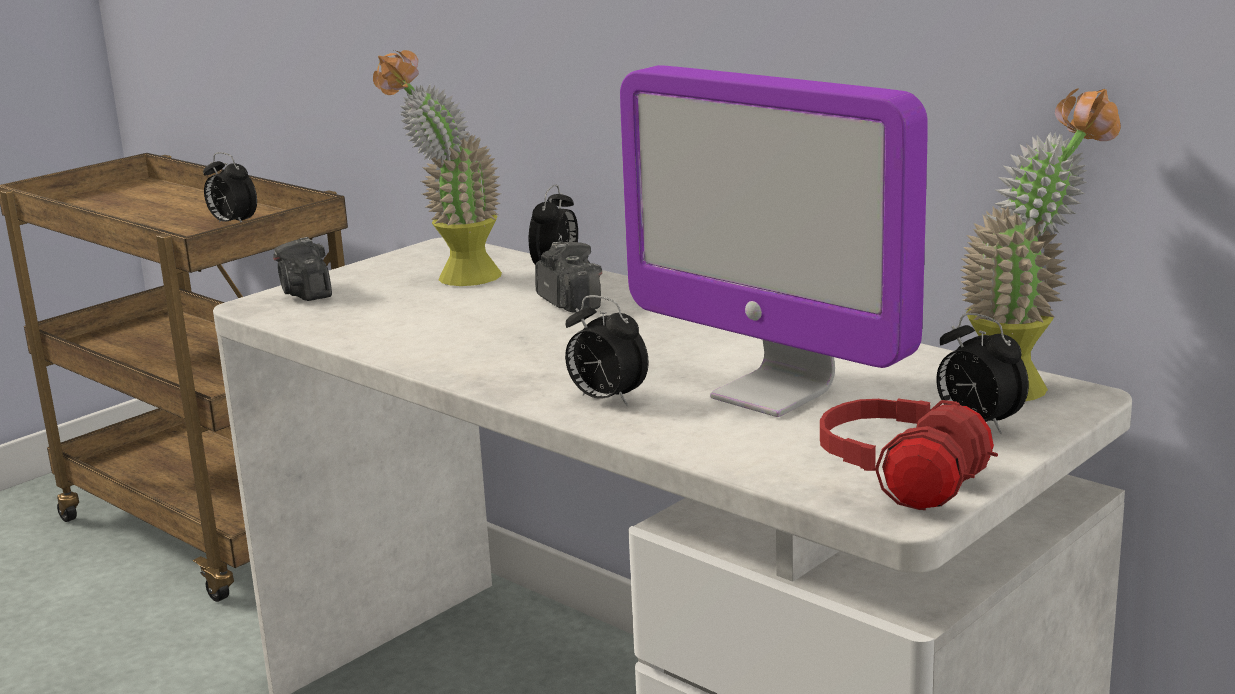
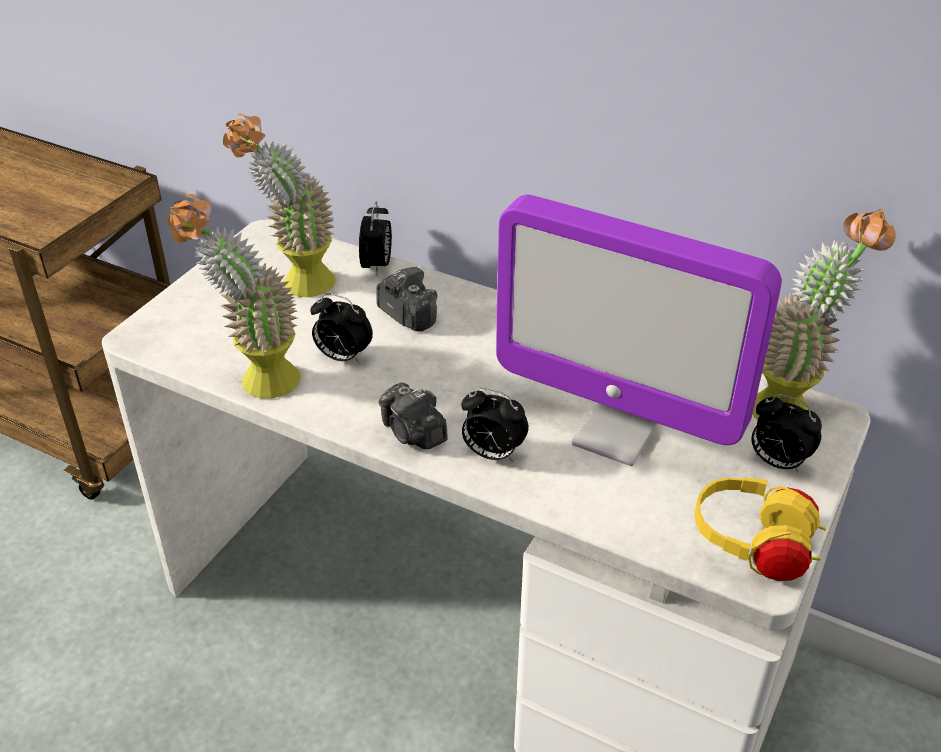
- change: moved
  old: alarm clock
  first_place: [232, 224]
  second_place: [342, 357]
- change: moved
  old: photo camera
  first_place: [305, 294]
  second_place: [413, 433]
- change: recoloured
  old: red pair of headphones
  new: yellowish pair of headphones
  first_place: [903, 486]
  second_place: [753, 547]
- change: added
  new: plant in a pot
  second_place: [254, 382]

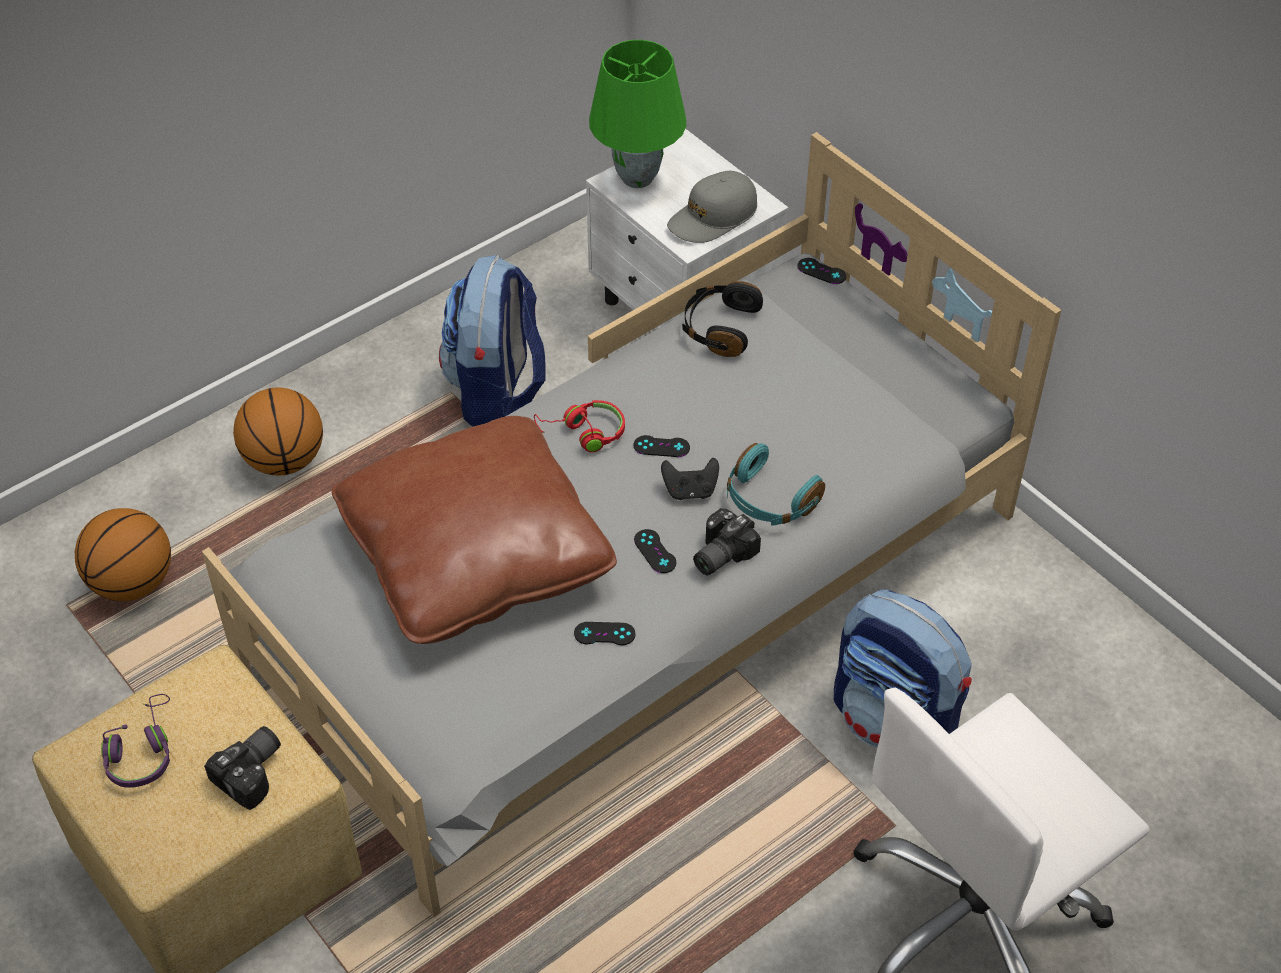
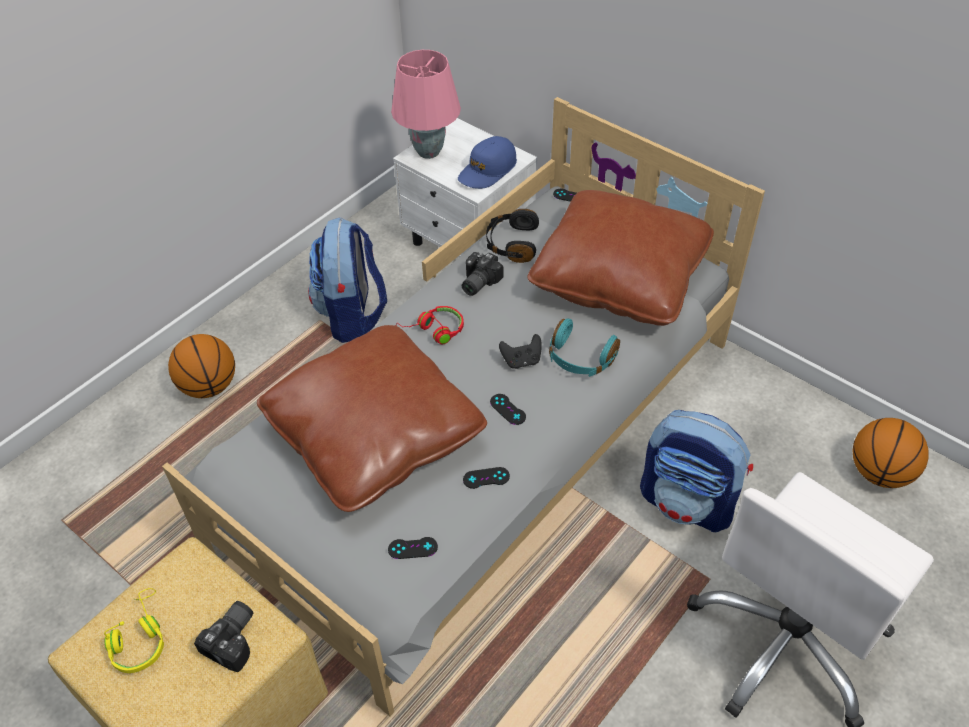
- change: moved
  old: basketball ball
  first_place: [132, 583]
  second_place: [879, 472]
- change: recoloured
  old: purple-coloured pair of headphones
  new: yellowish pair of headphones
  first_place: [142, 752]
  second_place: [139, 639]
- change: recoloured
  old: green-coloured table lamp
  new: pink table lamp
  first_place: [638, 178]
  second_place: [429, 152]
- change: moved
  old: black-coloured game controller
  first_place: [661, 446]
  second_place: [412, 548]
- change: recoloured
  old: gray cap
  new: bluish cap
  first_place: [713, 217]
  second_place: [487, 170]
- change: moved
  old: photo camera
  first_place: [719, 553]
  second_place: [477, 282]
- change: added
  new: brownish throw pillow
  second_place: [619, 277]

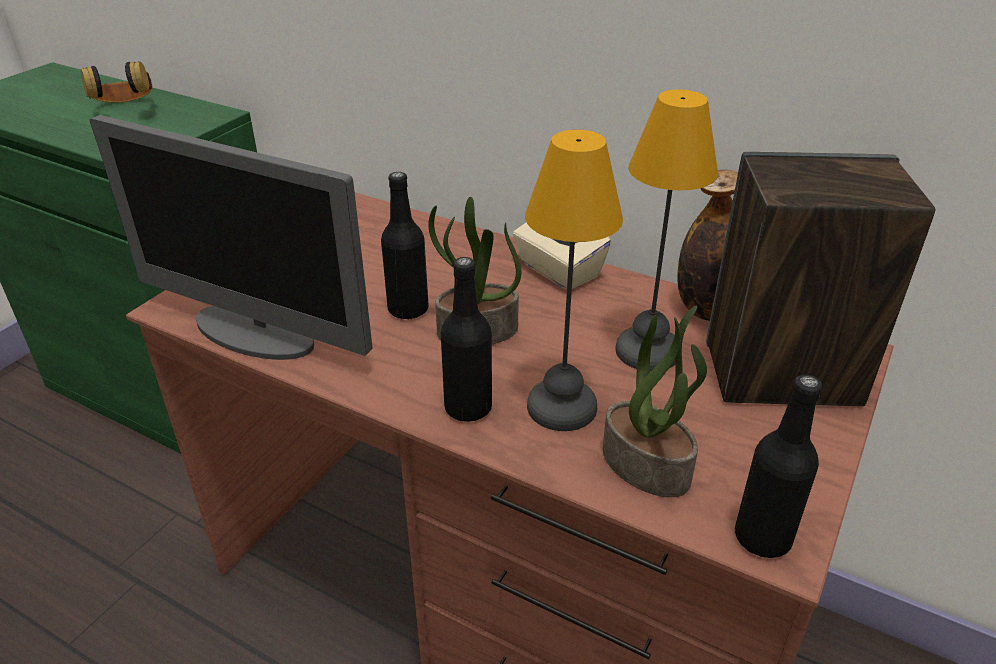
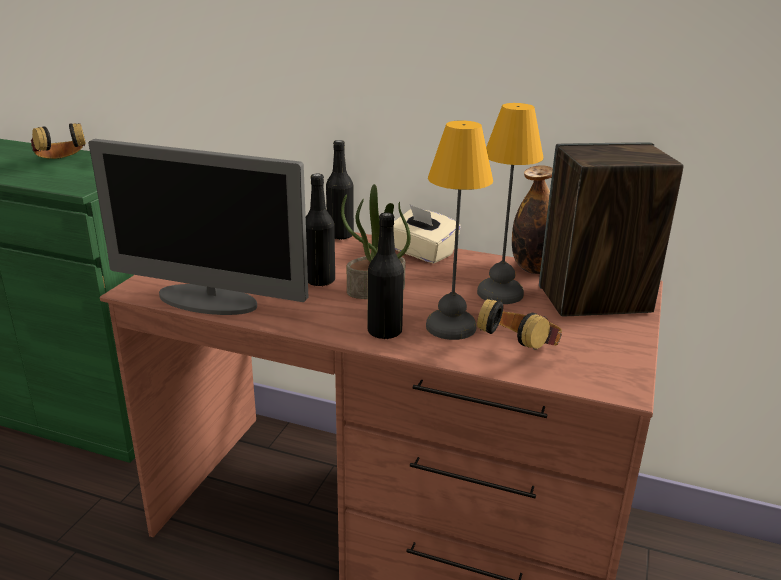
- change: replaced
  old: plant in a pot
  new: pair of headphones
  first_place: [647, 465]
  second_place: [520, 353]
- change: moved
  old: black-coloured bottle
  first_place: [762, 537]
  second_place: [340, 235]

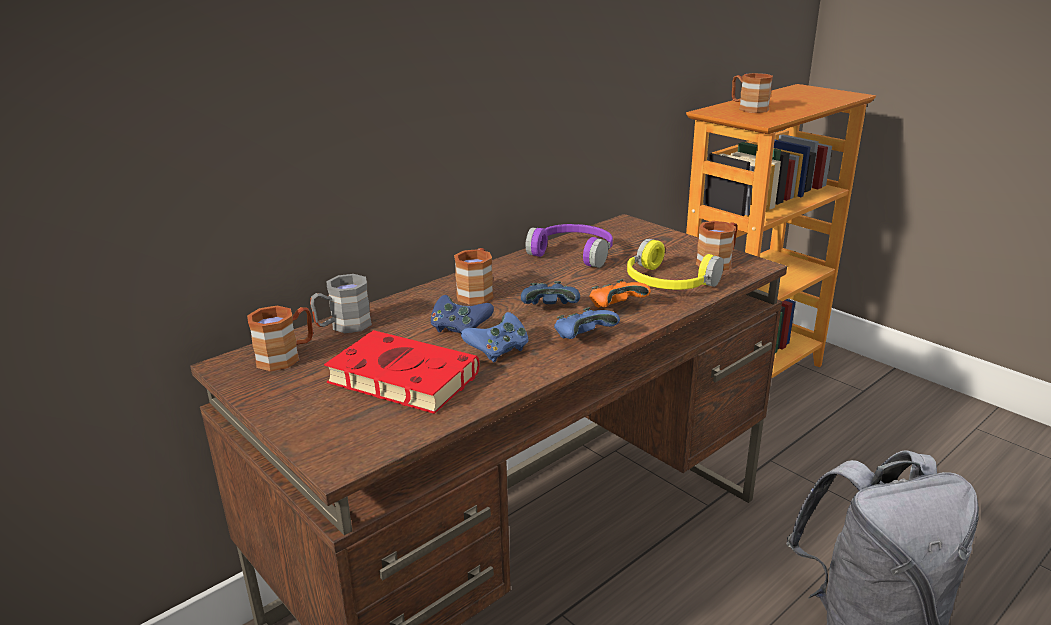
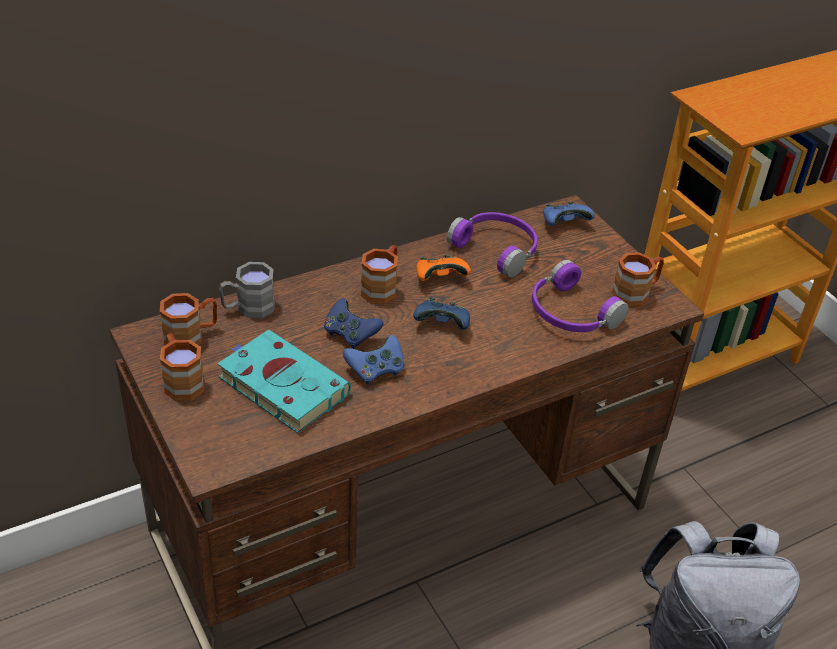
- change: recoloured
  old: red volume
  new: blue-green volume
  first_place: [399, 378]
  second_place: [280, 384]
- change: moved
  old: bluish game controller
  first_place: [583, 338]
  second_place: [564, 224]
- change: moved
  old: orange game controller
  first_place: [616, 308]
  second_place: [440, 279]
- change: recoloured
  old: yellowish pair of headphones
  new: purple-coloured pair of headphones
  first_place: [667, 283]
  second_place: [569, 313]
- change: moved
  old: brownish coffee mug
  first_place: [748, 108]
  second_place: [181, 380]

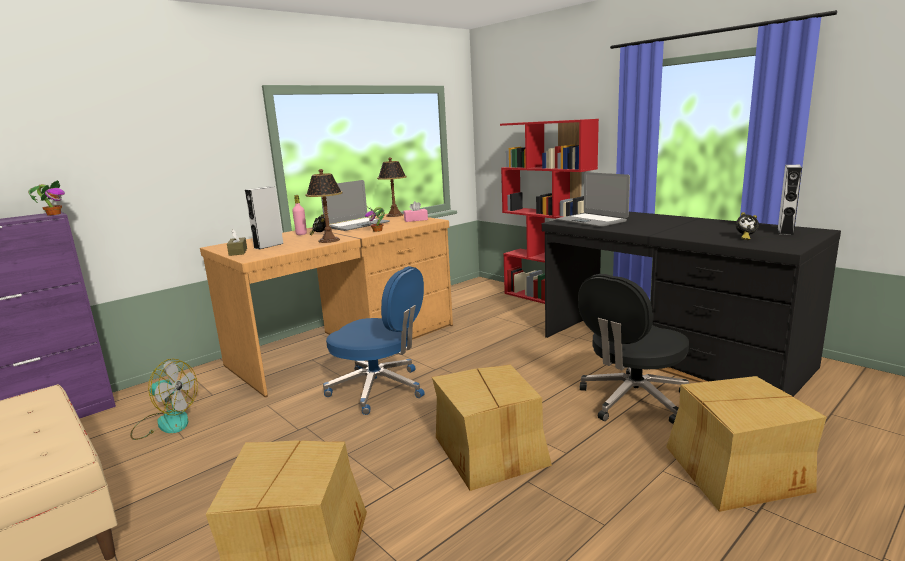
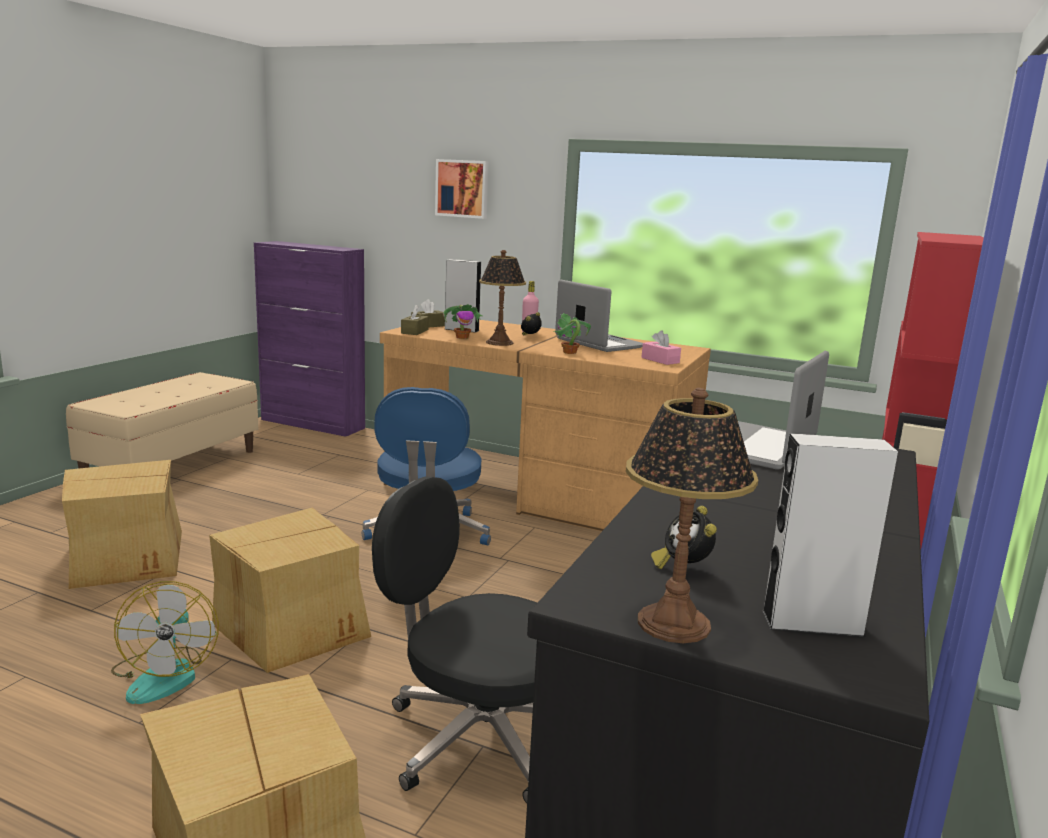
- change: moved
  old: plant in a pot
  first_place: [54, 214]
  second_place: [462, 337]
- change: moved
  old: cooling fan
  first_place: [165, 422]
  second_place: [165, 674]
- change: turned
  old: portable computer
  first_place: [357, 225]
  second_place: [599, 343]
  degrees: -150
- change: moved
  old: table lamp
  first_place: [395, 215]
  second_place: [674, 624]
- change: added
  new: brownish tissue box
  second_place: [414, 331]
- change: added
  new: picture
  second_place: [462, 188]

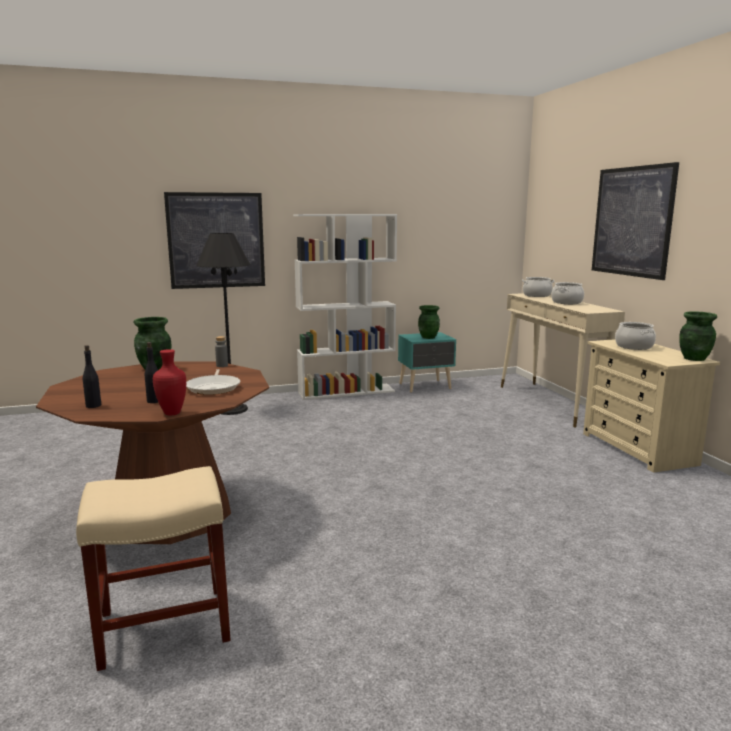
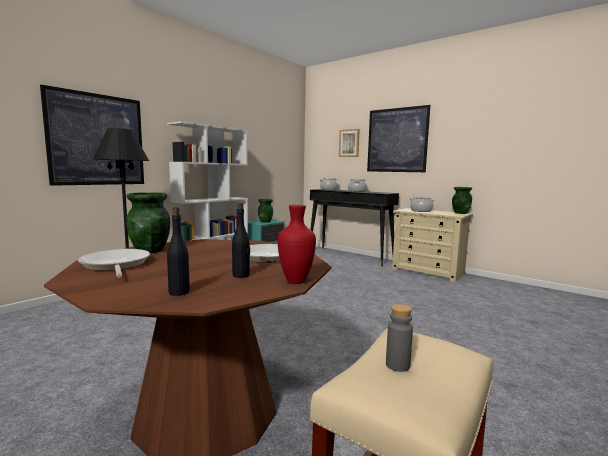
- change: moved
  old: gray bottle
  first_place: [222, 365]
  second_place: [397, 365]
- change: recoloured
  old: beige console table
  new: black-coloured console table
  first_place: [552, 403]
  second_place: [349, 256]
- change: added
  new: pan
  second_place: [115, 265]
- change: added
  new: picture
  second_place: [349, 143]

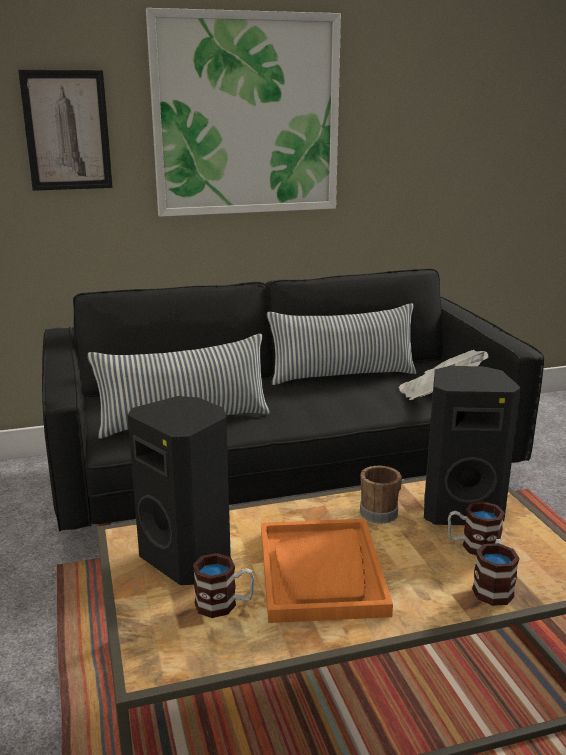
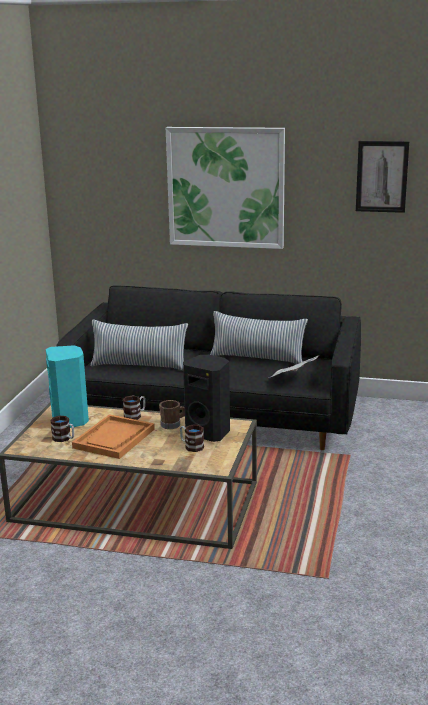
- change: moved
  old: picture
  first_place: [67, 131]
  second_place: [382, 176]
- change: recoloured
  old: black-coloured loudspeaker
  new: blue-green loudspeaker
  first_place: [189, 558]
  second_place: [70, 421]
- change: moved
  old: coffee mug
  first_place: [493, 587]
  second_place: [135, 415]

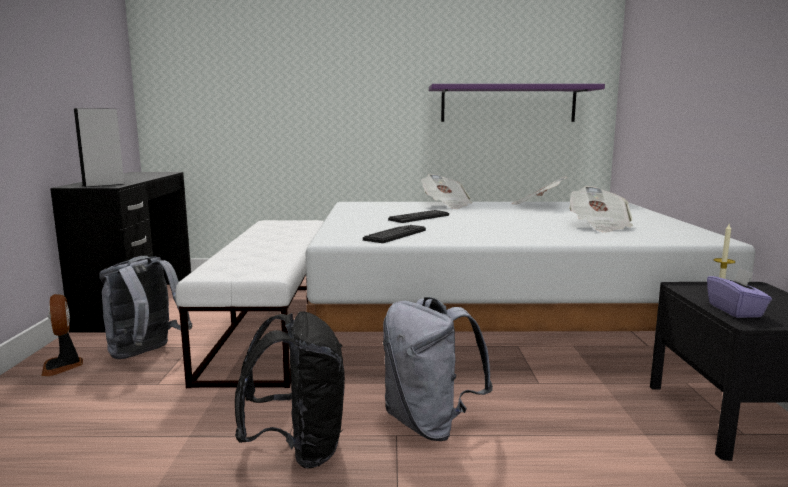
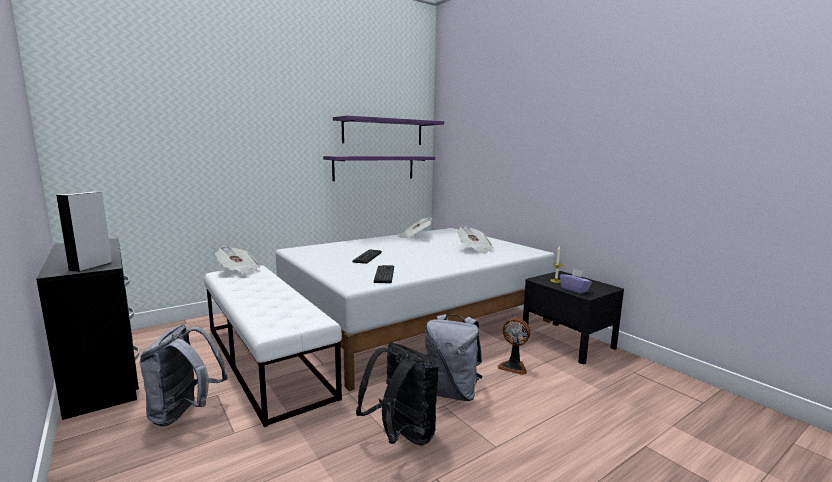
- change: moved
  old: cooling fan
  first_place: [63, 366]
  second_place: [513, 366]
- change: moved
  old: newspaper
  first_place: [446, 205]
  second_place: [239, 271]
- change: added
  new: purple-coloured wall shelf
  second_place: [383, 132]

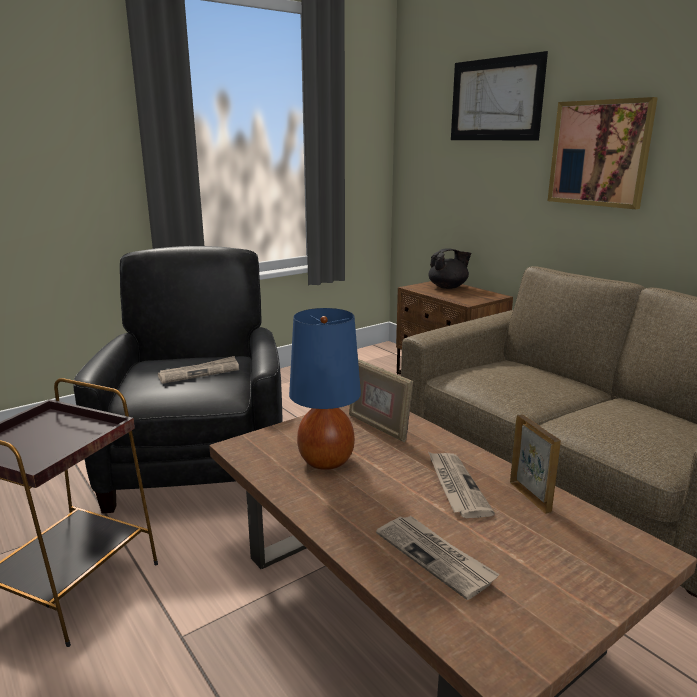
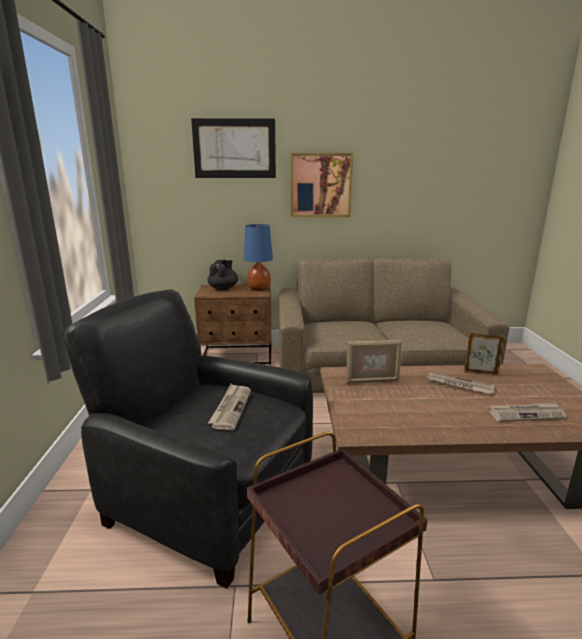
- change: moved
  old: bluish table lamp
  first_place: [327, 460]
  second_place: [259, 289]

